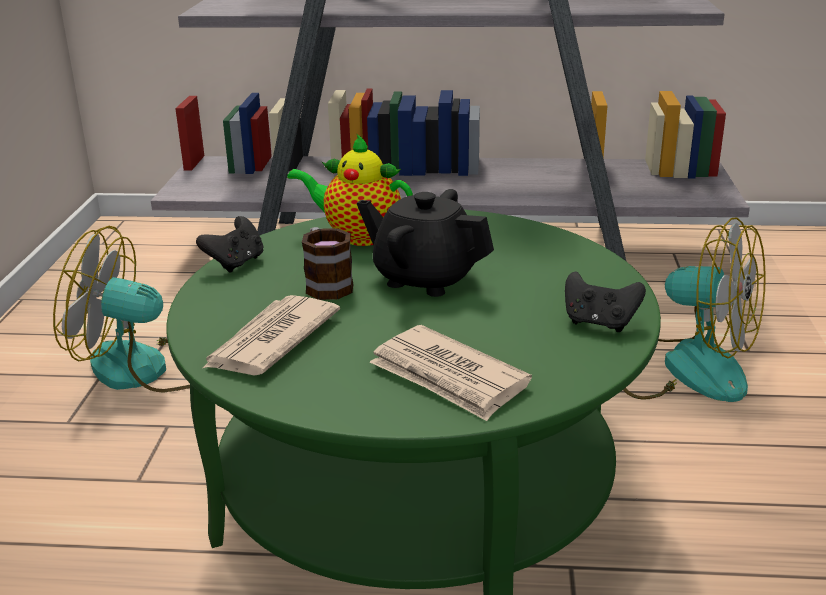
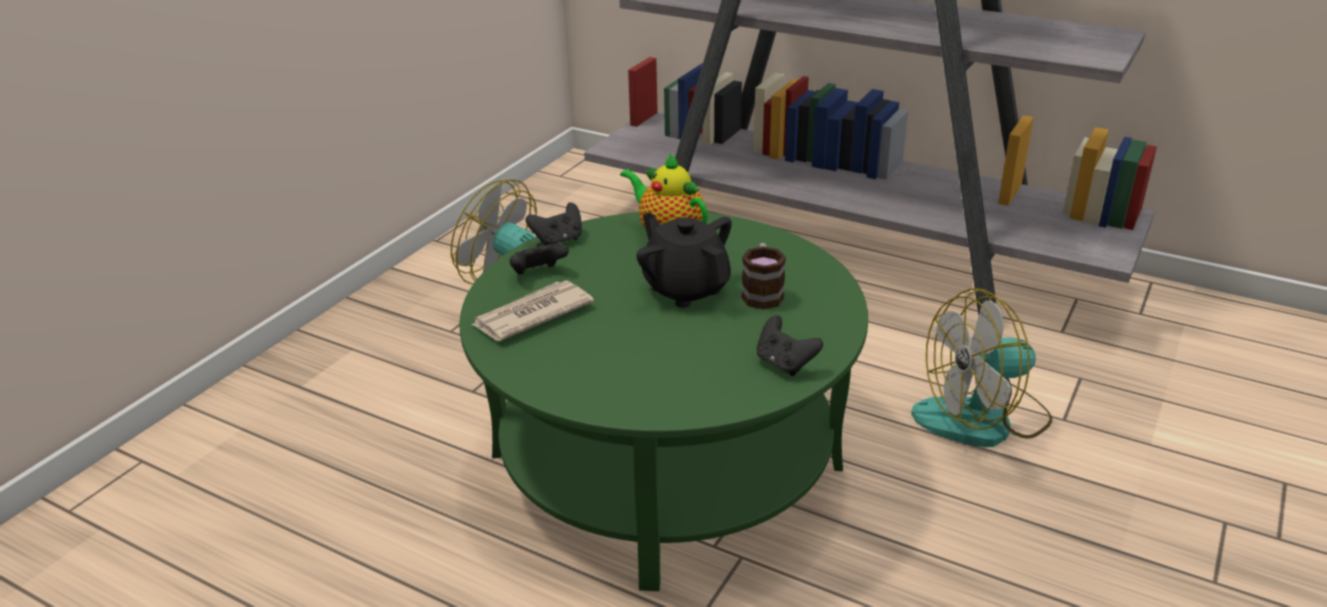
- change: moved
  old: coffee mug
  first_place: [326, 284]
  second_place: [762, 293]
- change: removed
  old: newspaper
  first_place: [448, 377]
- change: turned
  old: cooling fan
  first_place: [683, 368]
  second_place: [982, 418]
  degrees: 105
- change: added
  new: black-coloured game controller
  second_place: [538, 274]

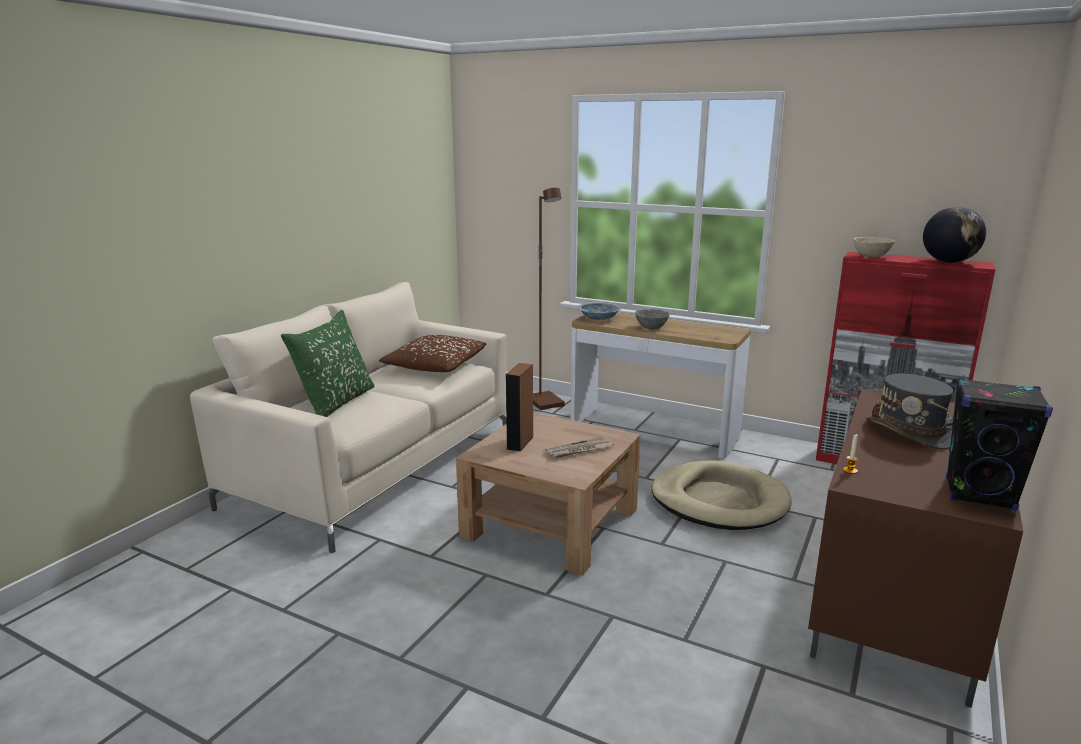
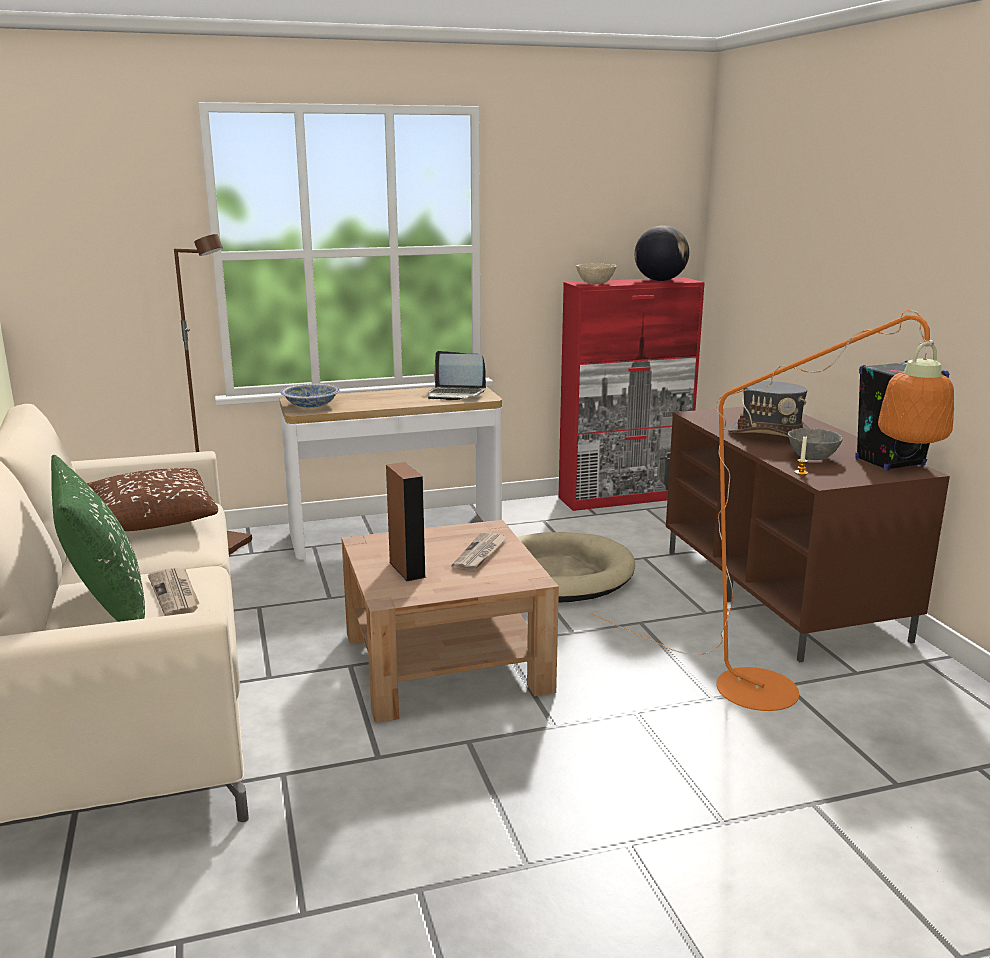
- change: moved
  old: gray bowl
  first_place: [651, 328]
  second_place: [812, 457]
- change: added
  new: newspaper
  second_place: [175, 594]
- change: added
  new: portable computer
  second_place: [456, 394]
- change: added
  new: orange floor lamp
  second_place: [777, 697]

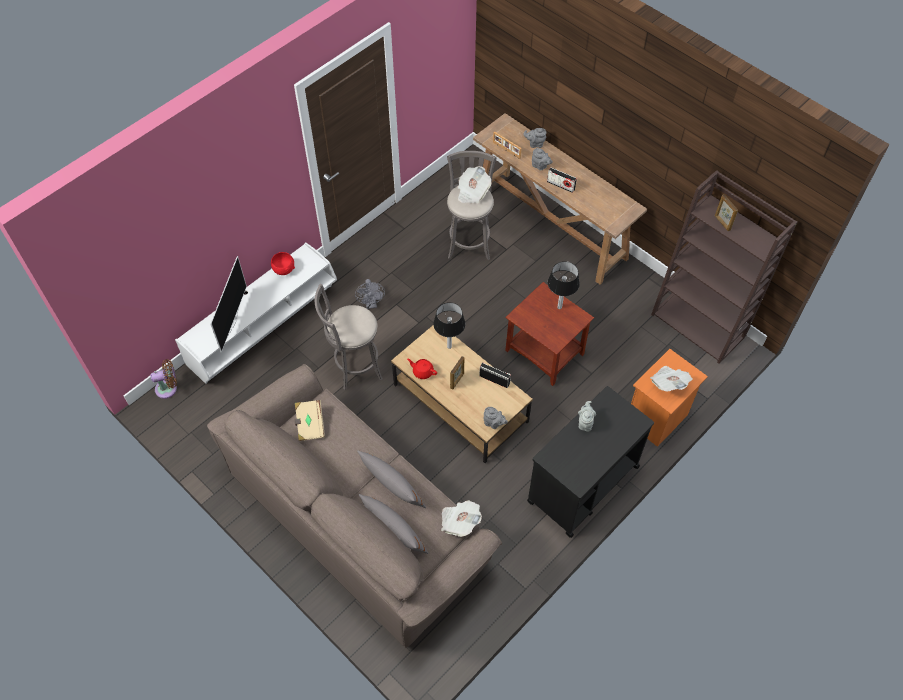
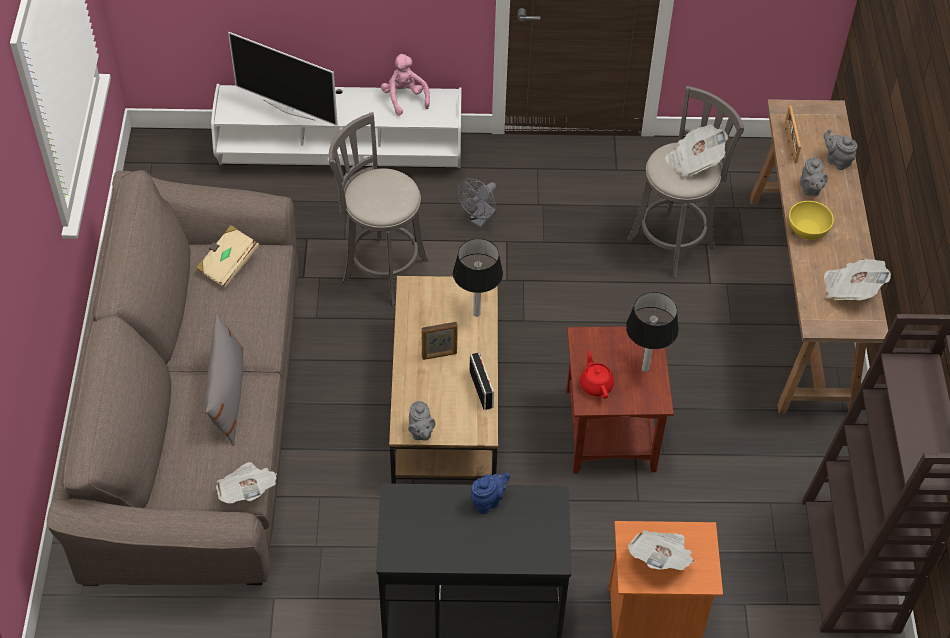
- change: removed
  old: brownish cooling fan
  first_place: [168, 388]
- change: turned
  old: TV
  first_place: [231, 322]
  second_place: [289, 109]
  degrees: 60
- change: replaced
  old: red bowl
  new: pink cuddly toy
  first_place: [283, 269]
  second_place: [405, 98]
- change: removed
  old: gray throw pillow
  first_place: [394, 531]
- change: moved
  old: red teapot
  first_place: [422, 372]
  second_place: [596, 384]
- change: replaced
  old: radio set
  new: yellowish bowl
  first_place: [560, 185]
  second_place: [808, 229]
- change: recoloured
  old: gray teapot
  new: bluish teapot
  first_place: [585, 423]
  second_place: [488, 501]
- change: removed
  old: picture frame
  first_place: [722, 223]
- change: added
  new: newspaper
  second_place: [851, 289]

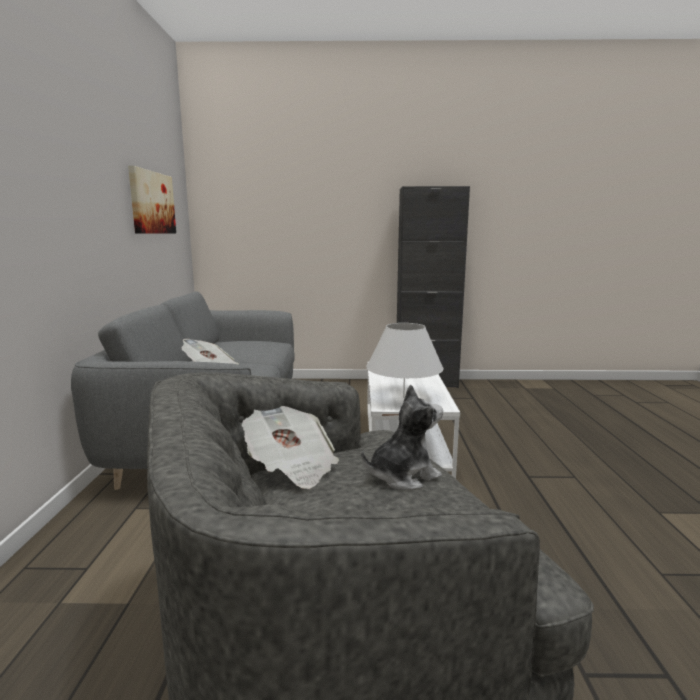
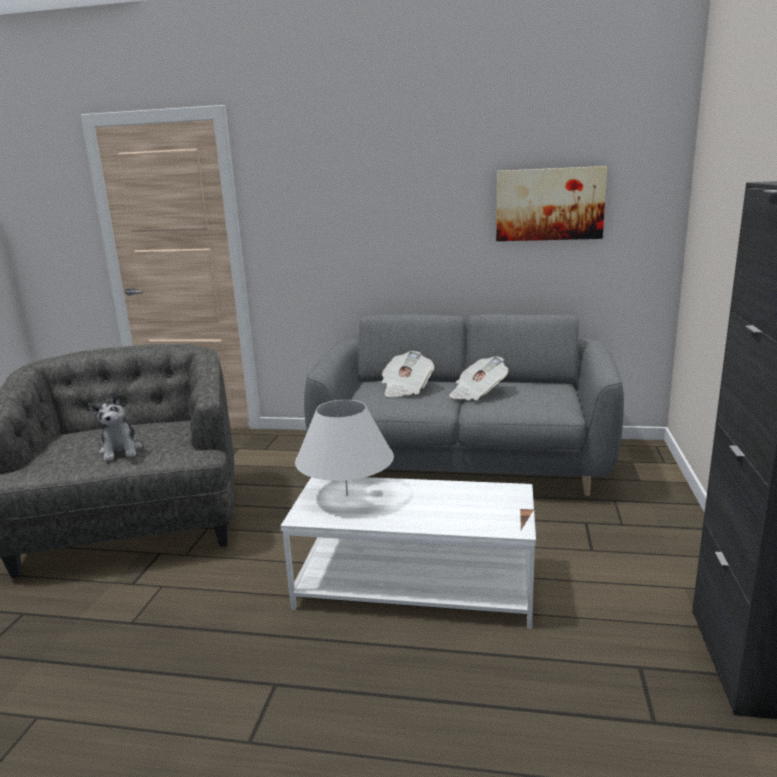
- change: moved
  old: newspaper
  first_place: [291, 466]
  second_place: [477, 393]

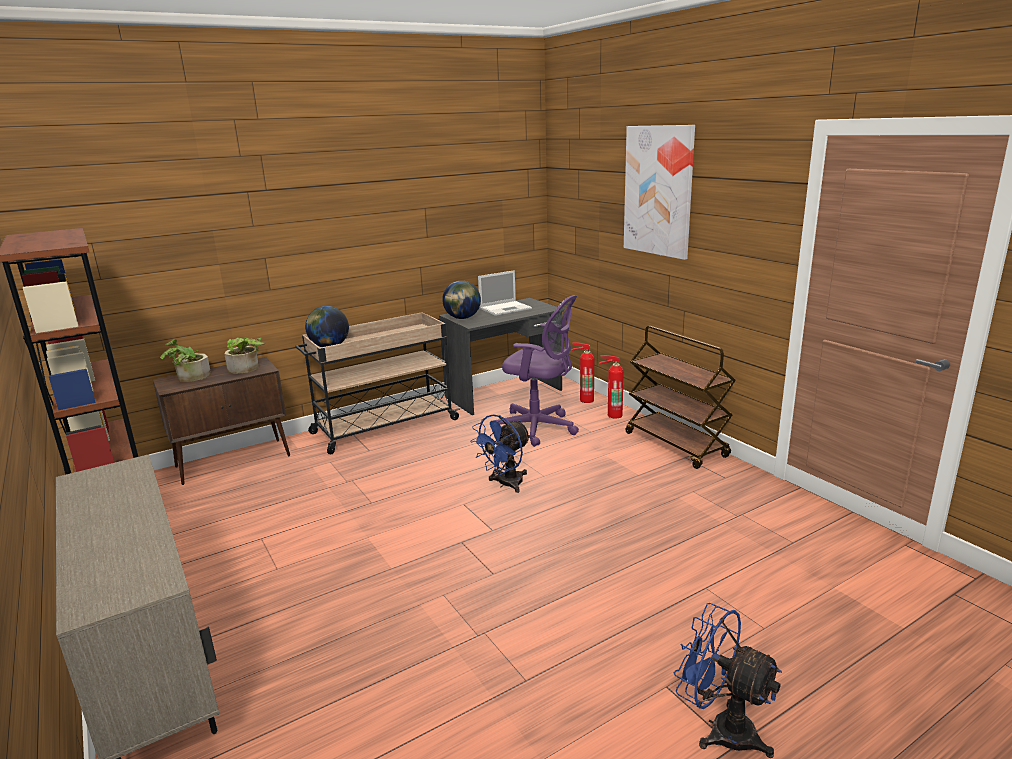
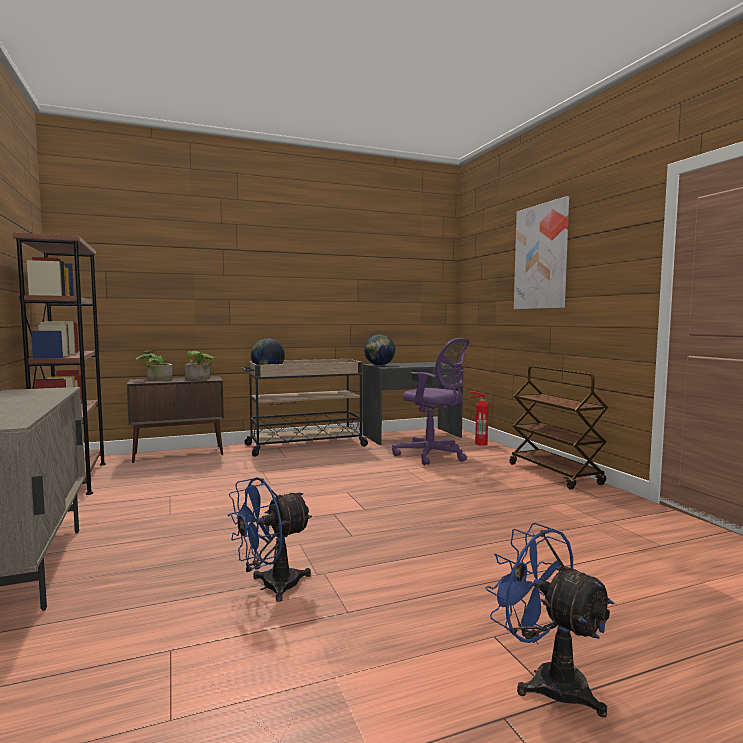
- change: moved
  old: bluish cooling fan
  first_place: [505, 484]
  second_place: [271, 587]
- change: removed
  old: portable computer
  first_place: [506, 308]
- change: removed
  old: fire-fighting cylinder
  first_place: [613, 415]

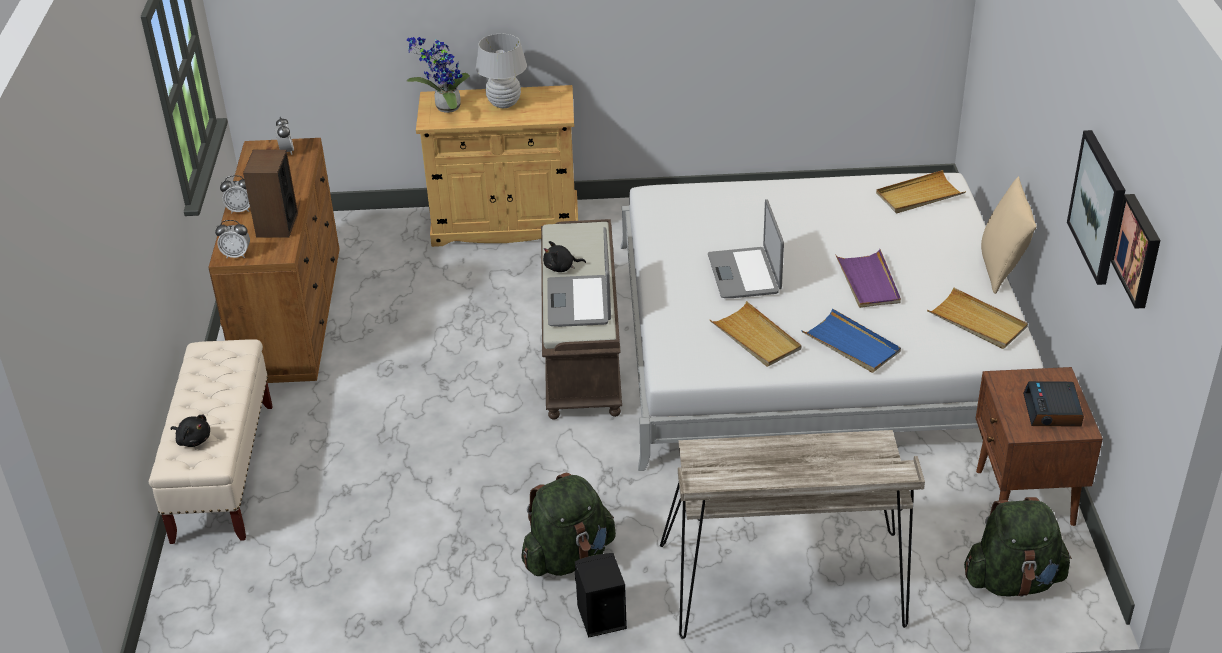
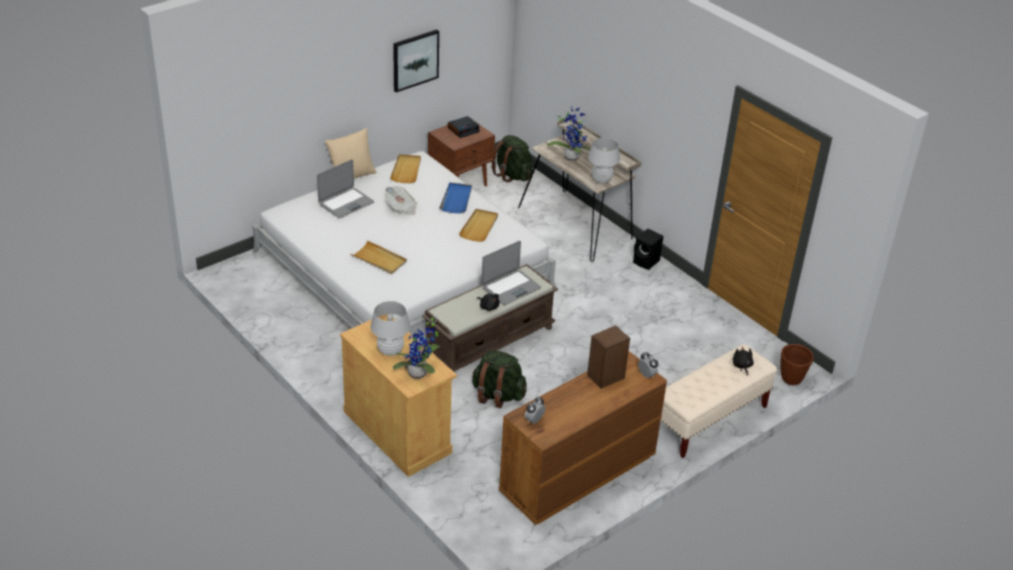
- change: removed
  old: alarm clock
  first_place: [240, 210]
- change: moved
  old: green-coloured rucksack
  first_place: [569, 557]
  second_place: [497, 395]
- change: moved
  old: portable computer
  first_place: [745, 274]
  second_place: [346, 203]
- change: replaced
  old: purple-coloured serving tray
  new: newspaper
  first_place: [868, 282]
  second_place: [401, 208]
- change: moved
  old: beige serving tray
  first_place: [919, 195]
  second_place: [379, 259]
- change: removed
  old: picture
  first_place: [1139, 250]
- change: added
  new: plant in a pot
  second_place: [571, 156]
- change: added
  new: white table lamp
  second_place: [601, 180]
- change: added
  new: brownish planter
  second_place: [791, 380]

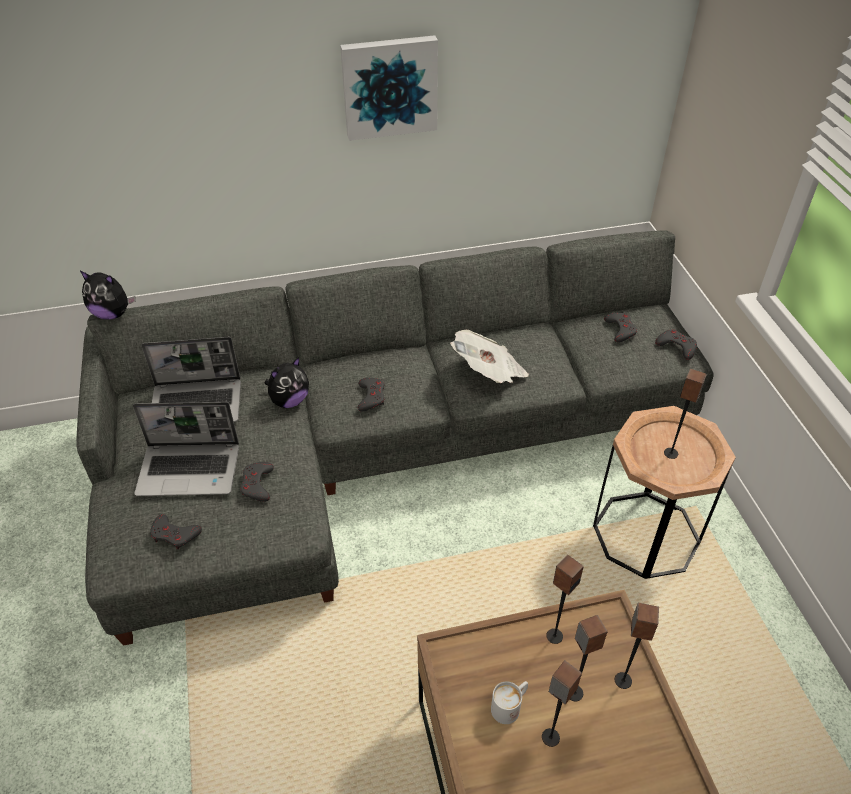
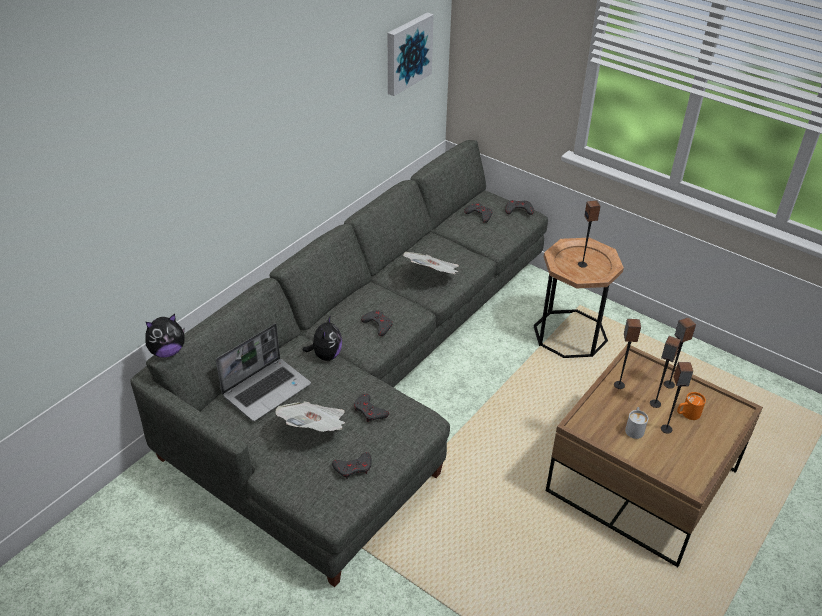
- change: replaced
  old: portable computer
  new: newspaper
  first_place: [190, 470]
  second_place: [315, 428]
- change: moved
  old: picture
  first_place: [389, 86]
  second_place: [407, 53]
- change: added
  new: orange coffee mug
  second_place: [687, 414]

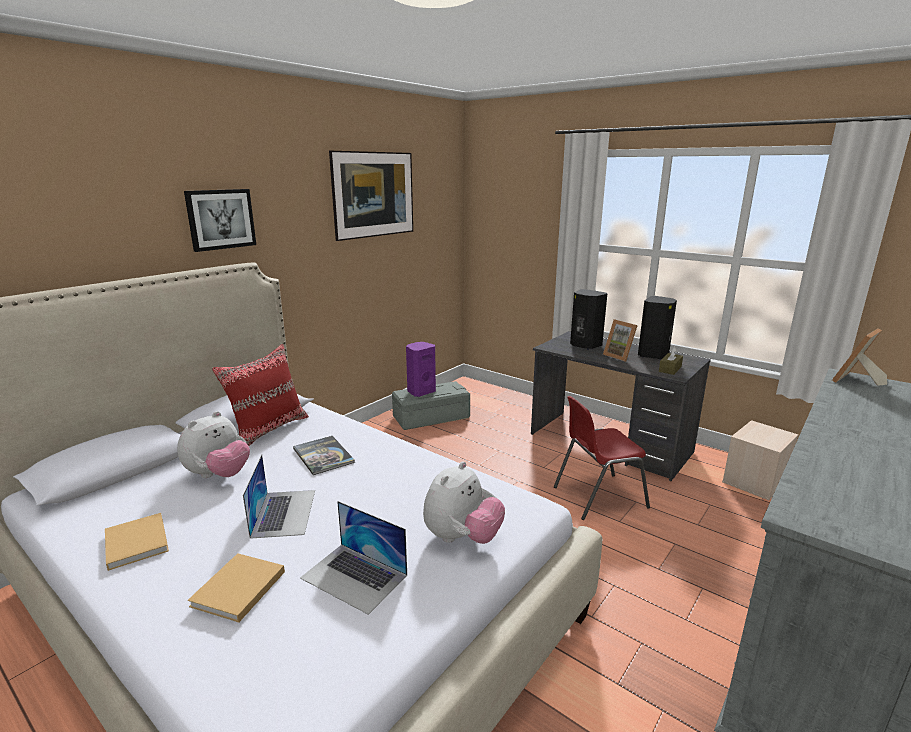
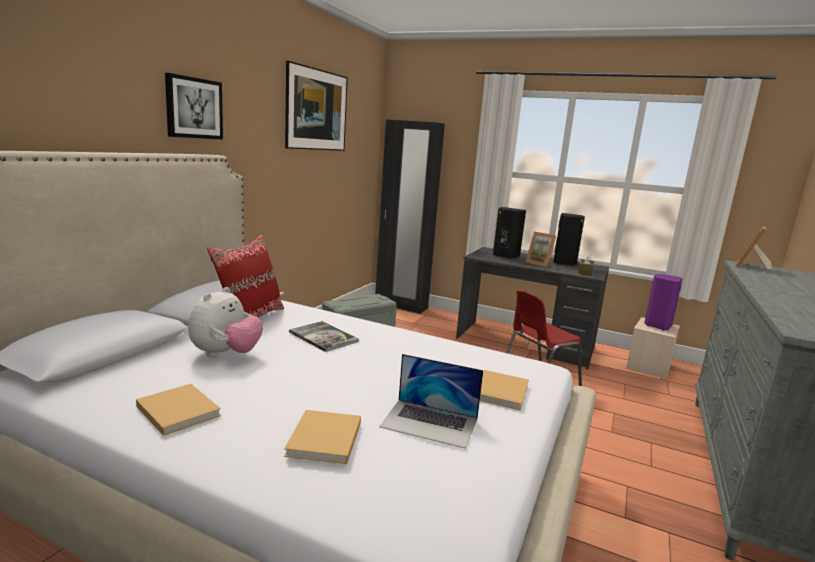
- change: removed
  old: portable computer
  first_place: [284, 512]
- change: moved
  old: purple-coloured loudspeaker
  first_place: [420, 391]
  second_place: [657, 325]
- change: replaced
  old: cuddly toy
  new: beige volume
  first_place: [462, 538]
  second_place: [501, 391]
- change: added
  new: black-coloured clothes cupboard
  second_place: [401, 306]

